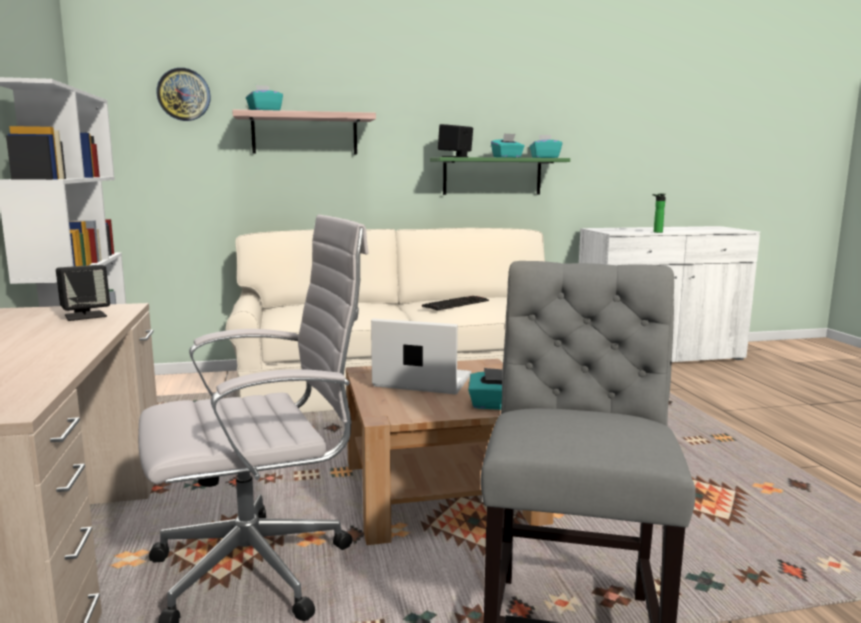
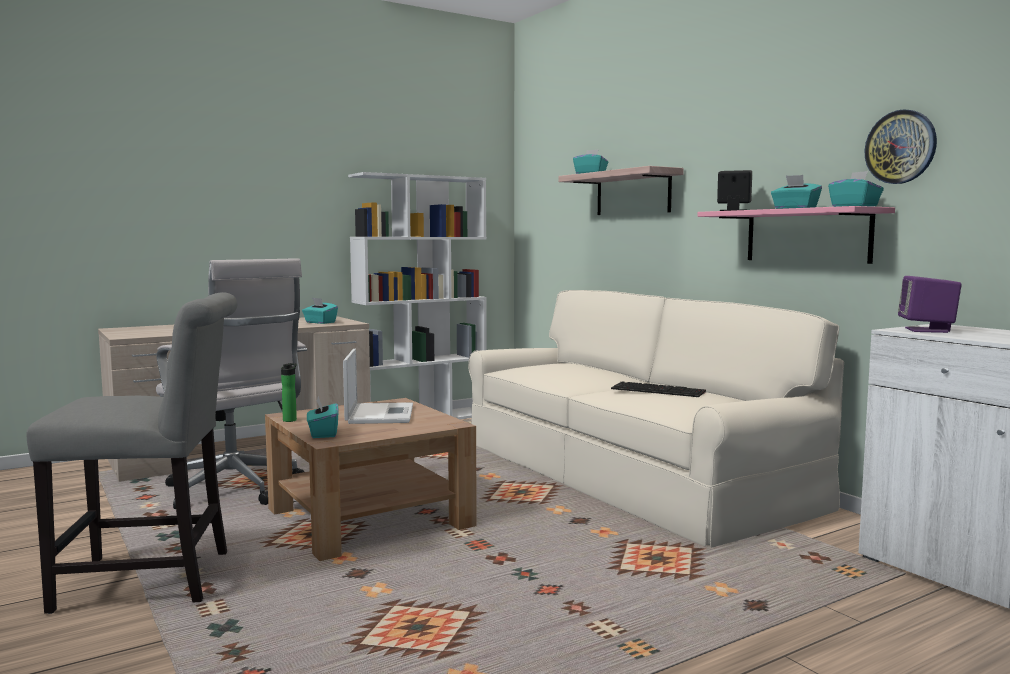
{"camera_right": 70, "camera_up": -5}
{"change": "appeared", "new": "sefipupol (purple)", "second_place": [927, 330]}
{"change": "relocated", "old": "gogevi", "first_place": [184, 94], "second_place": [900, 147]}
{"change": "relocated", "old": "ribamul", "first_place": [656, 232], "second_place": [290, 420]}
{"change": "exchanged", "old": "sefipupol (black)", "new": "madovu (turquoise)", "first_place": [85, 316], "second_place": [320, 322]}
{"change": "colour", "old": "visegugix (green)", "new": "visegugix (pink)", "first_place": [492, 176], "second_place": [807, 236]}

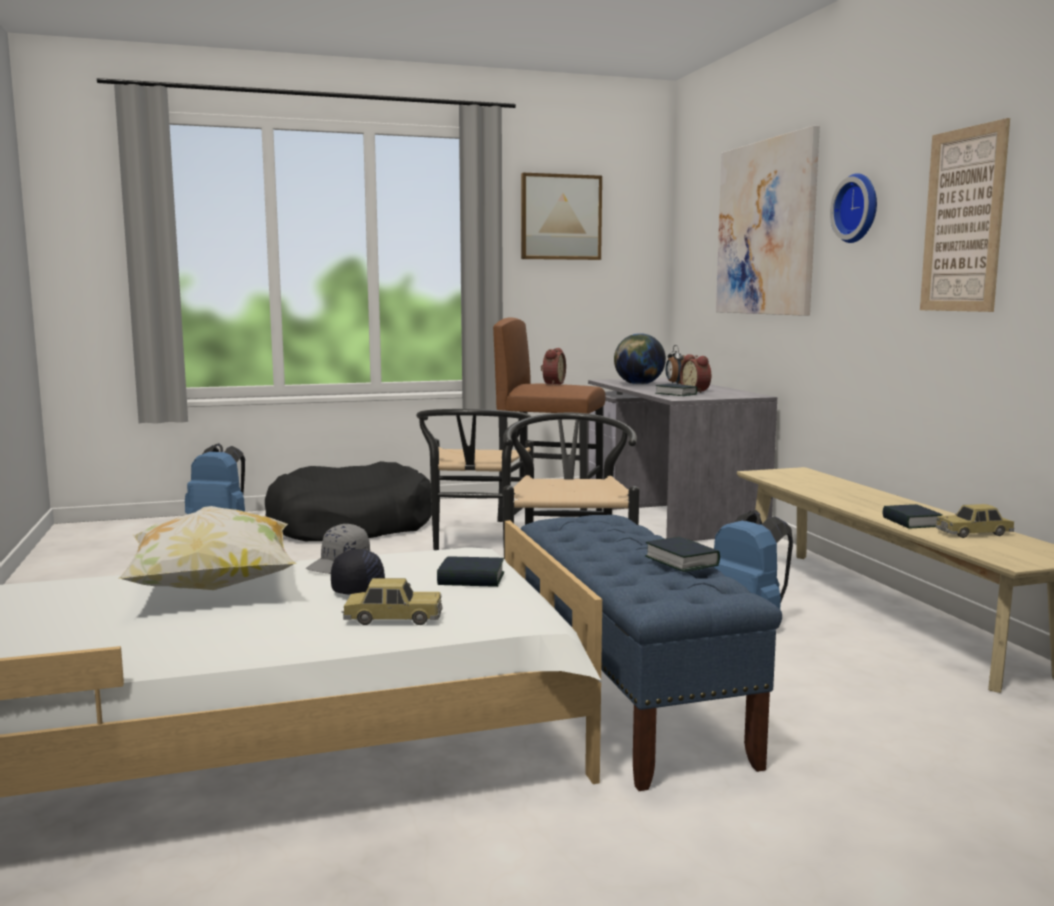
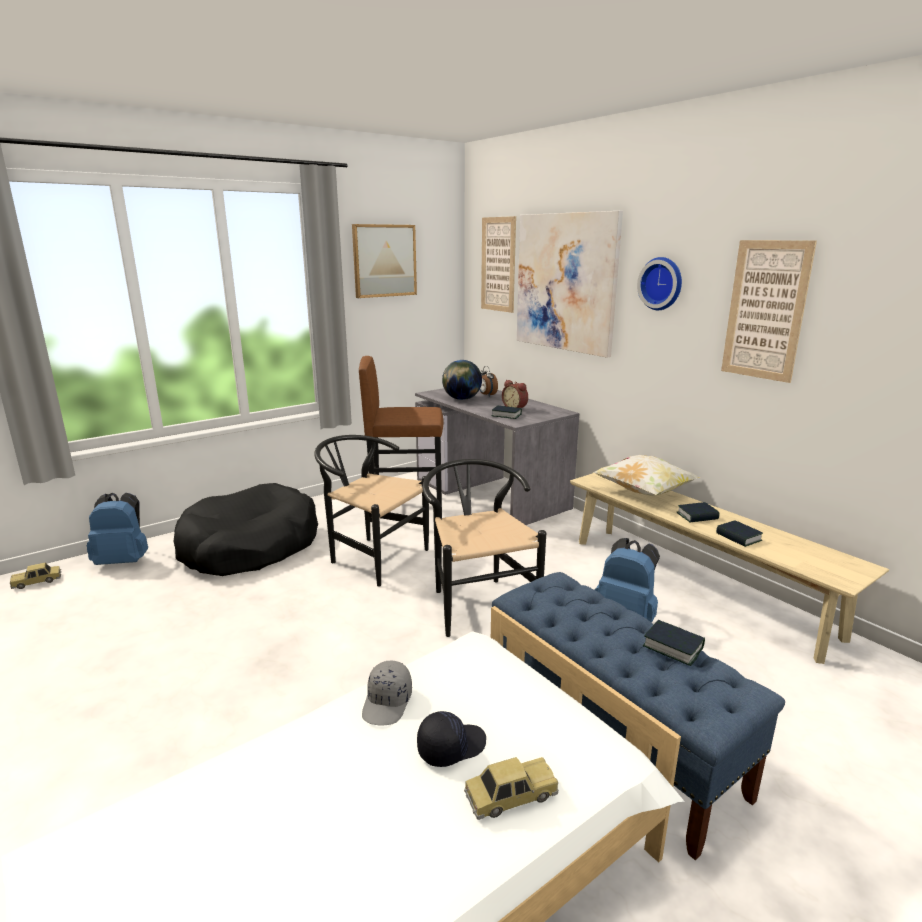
{"camera_right": -20, "camera_up": 10}
{"change": "missing", "old": "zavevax", "first_place": [552, 383]}
{"change": "appeared", "new": "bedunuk", "second_place": [498, 264]}
{"change": "relocated", "old": "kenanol", "first_place": [213, 588], "second_place": [643, 492]}
{"change": "relocated", "old": "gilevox", "first_place": [471, 579], "second_place": [697, 516]}
{"change": "relocated", "old": "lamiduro", "first_place": [974, 533], "second_place": [37, 582]}
{"change": "spun", "old": "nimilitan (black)", "first_place": [476, 545], "second_place": [371, 556], "degrees": 135}

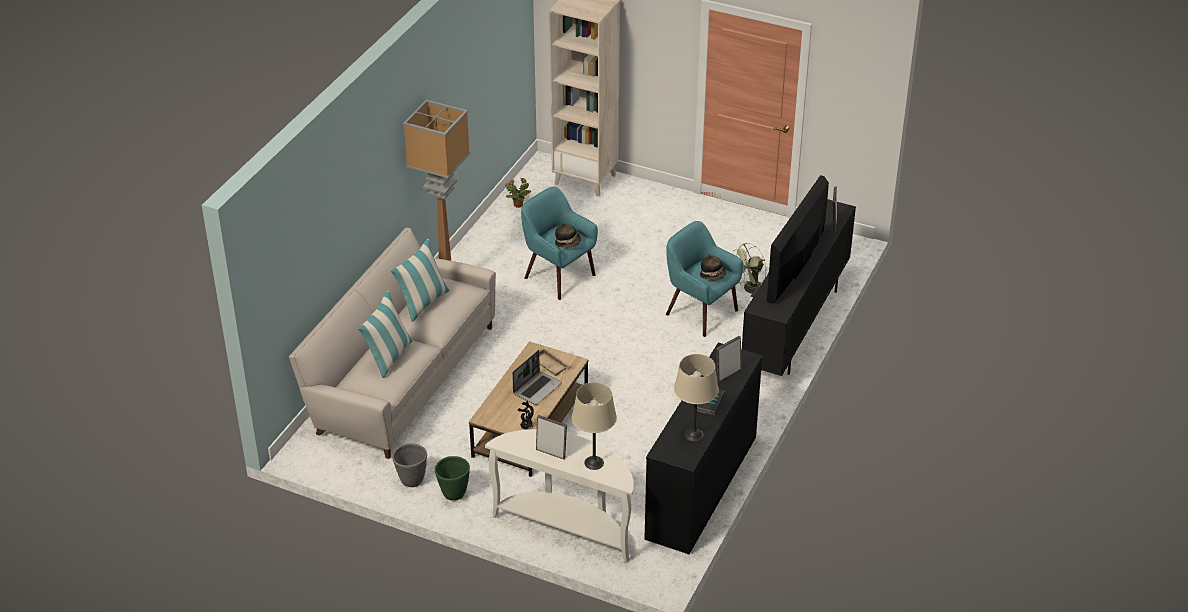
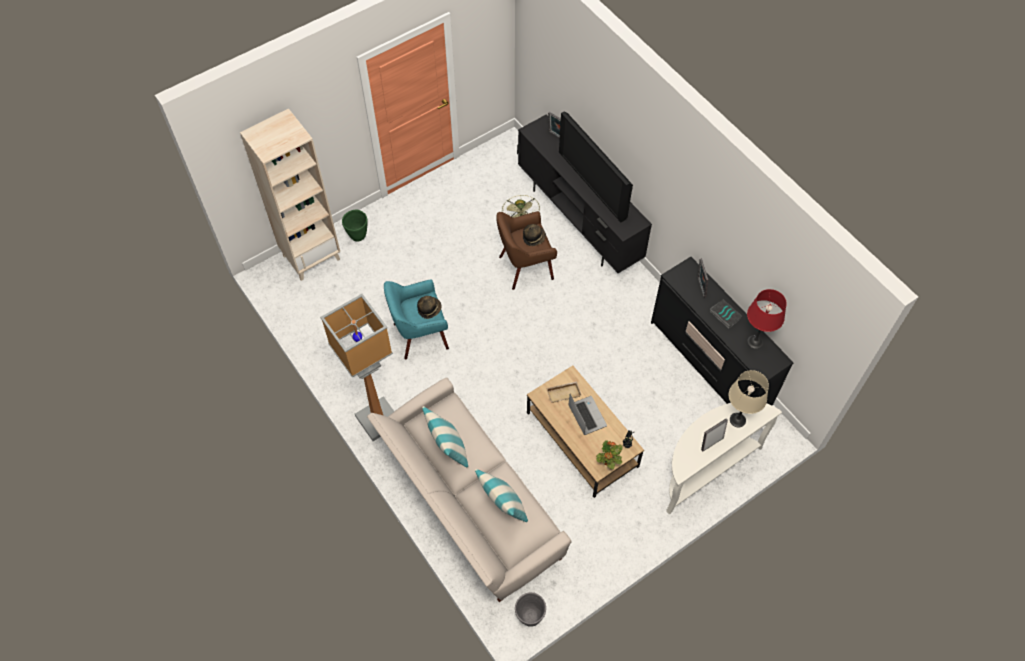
{"camera_right": -60, "camera_up": 20}
{"change": "relocated", "old": "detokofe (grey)", "first_place": [411, 481], "second_place": [530, 617]}
{"change": "relocated", "old": "detokofe (green)", "first_place": [453, 494], "second_place": [358, 236]}
{"change": "relocated", "old": "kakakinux", "first_place": [518, 205], "second_place": [608, 462]}
{"change": "colour", "old": "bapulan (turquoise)", "new": "bapulan (brown)", "first_place": [700, 312], "second_place": [525, 267]}
{"change": "colour", "old": "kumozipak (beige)", "new": "kumozipak (red)", "first_place": [694, 435], "second_place": [755, 342]}

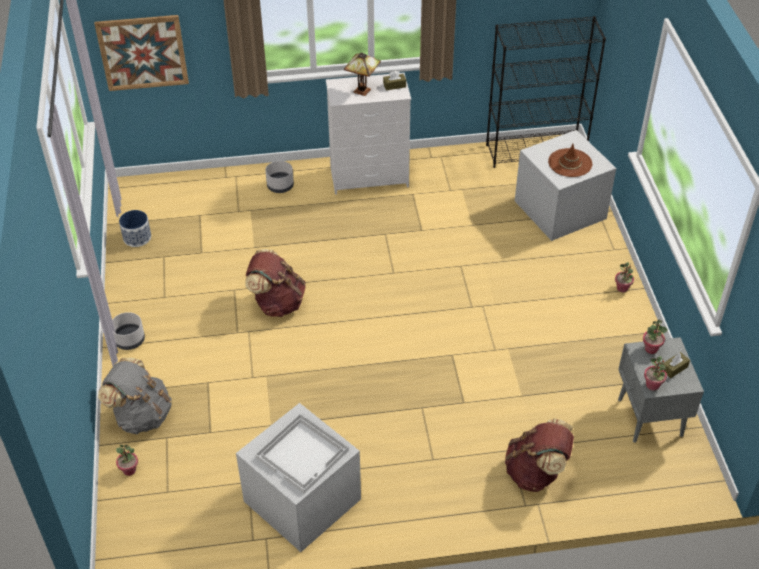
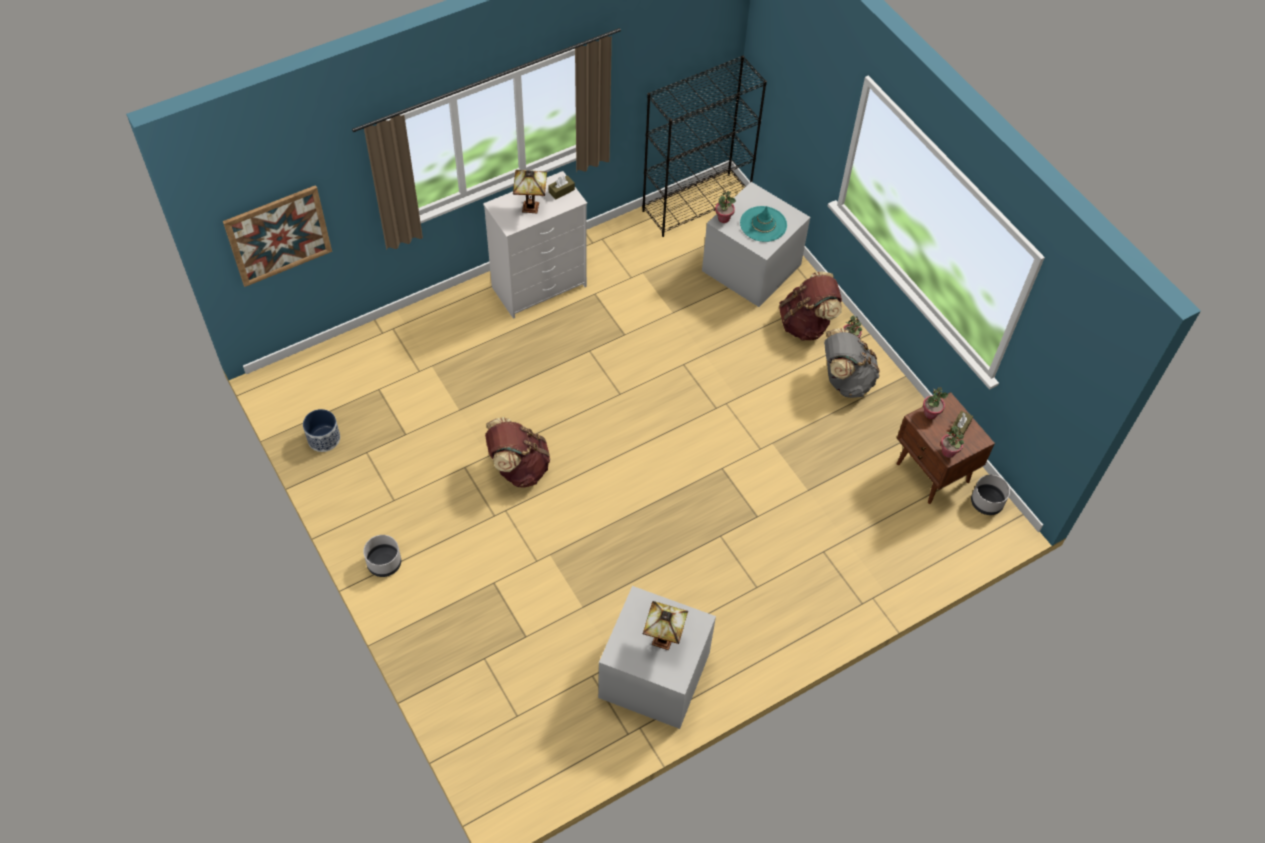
{"camera_right": -25, "camera_up": 10}
{"change": "relocated", "old": "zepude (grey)", "first_place": [142, 415], "second_place": [845, 380]}
{"change": "relocated", "old": "kakakinux", "first_place": [129, 470], "second_place": [723, 218]}
{"change": "relocated", "old": "detokofe (grey)", "first_place": [280, 186], "second_place": [986, 503]}
{"change": "relocated", "old": "zepude (brown)", "first_place": [536, 473], "second_place": [806, 324]}
{"change": "exchanged", "old": "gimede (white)", "new": "kumozipak", "first_place": [303, 454], "second_place": [664, 639]}
{"change": "colour", "old": "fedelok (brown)", "new": "fedelok (turquoise)", "first_place": [570, 163], "second_place": [763, 224]}
{"change": "colour", "old": "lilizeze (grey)", "new": "lilizeze (brown)", "first_place": [649, 418], "second_place": [933, 473]}

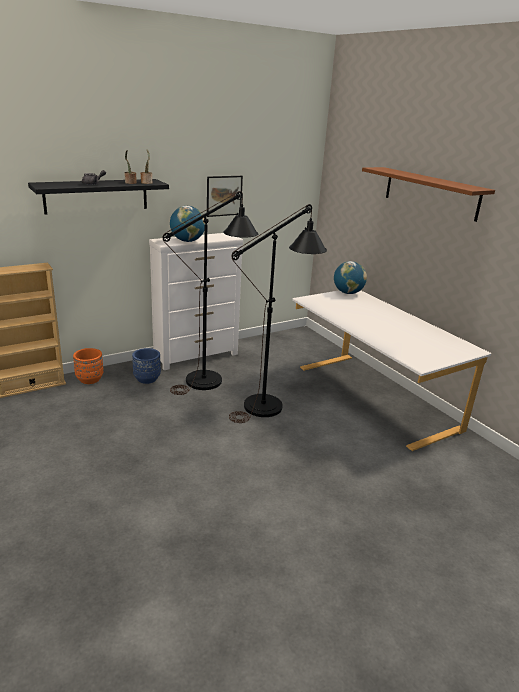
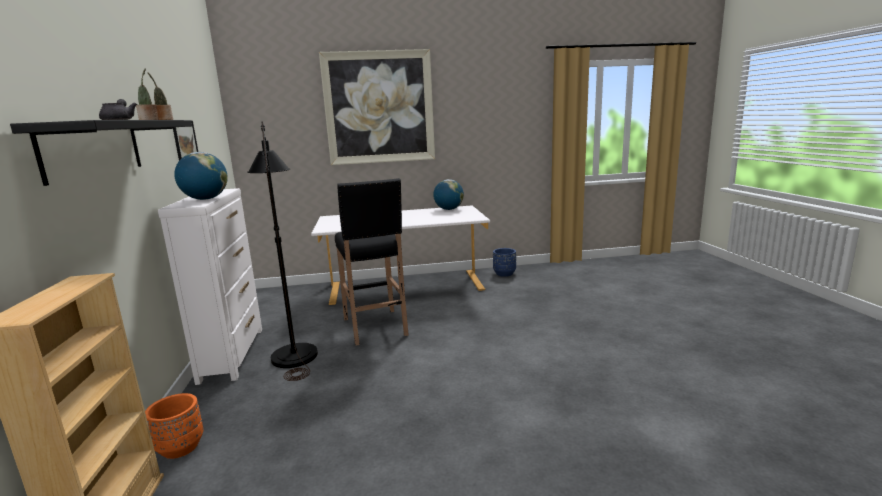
{"camera_right": -65, "camera_up": -10}
{"change": "relocated", "old": "detokofe (blue)", "first_place": [147, 379], "second_place": [504, 274]}
{"change": "relocated", "old": "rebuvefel", "first_place": [348, 293], "second_place": [449, 209]}
{"change": "exchanged", "old": "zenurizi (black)", "new": "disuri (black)", "first_place": [271, 403], "second_place": [375, 327]}
{"change": "exchanged", "old": "visegugix (brown)", "new": "bedunuk", "first_place": [430, 193], "second_place": [379, 108]}

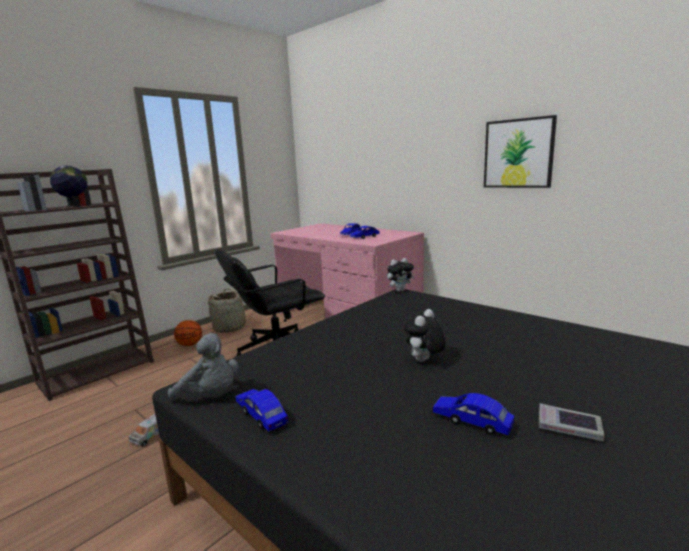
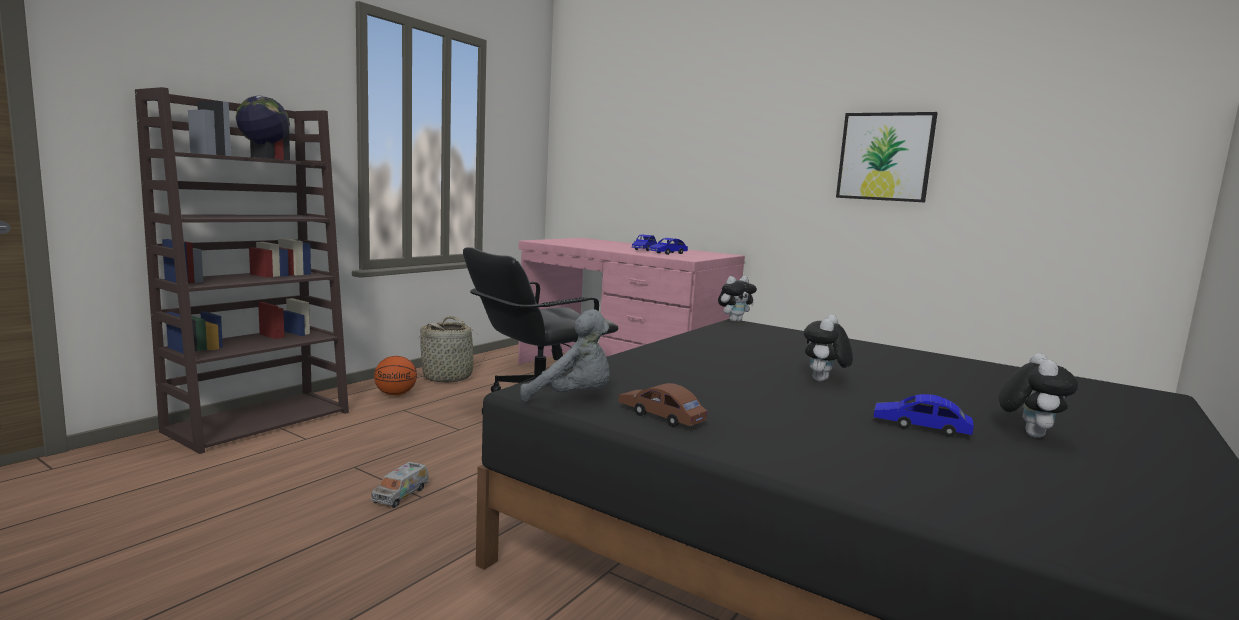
{"camera_right": -10, "camera_up": -5}
{"change": "exchanged", "old": "gilevox", "new": "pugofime", "first_place": [569, 427], "second_place": [1028, 434]}
{"change": "colour", "old": "lamiduro (blue)", "new": "lamiduro (brown)", "first_place": [261, 415], "second_place": [660, 416]}

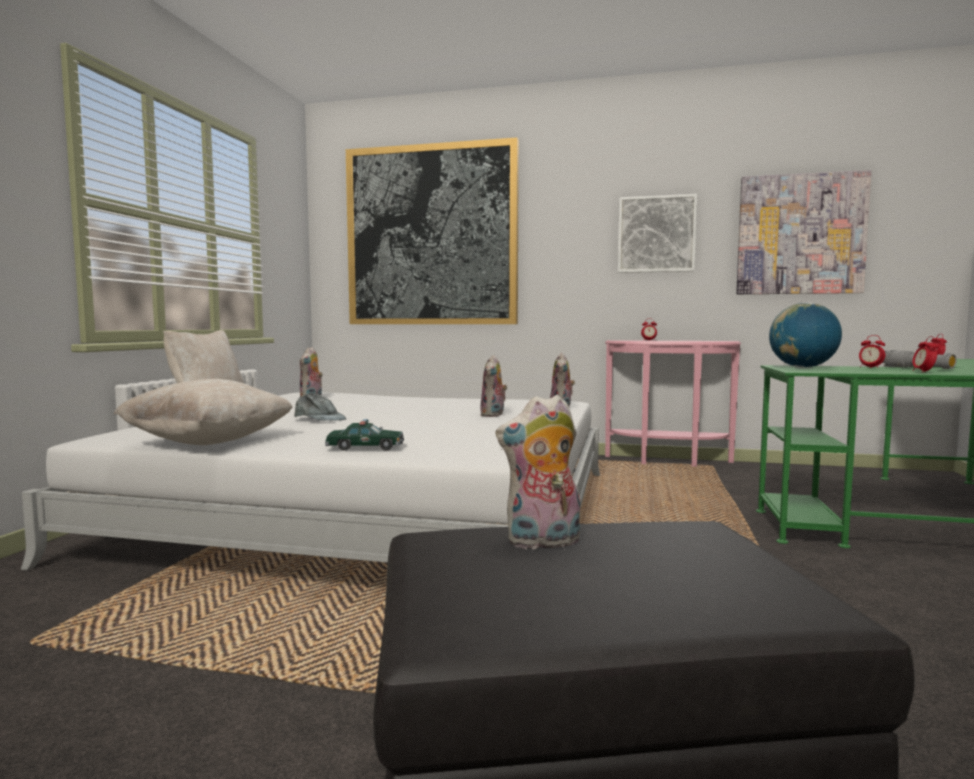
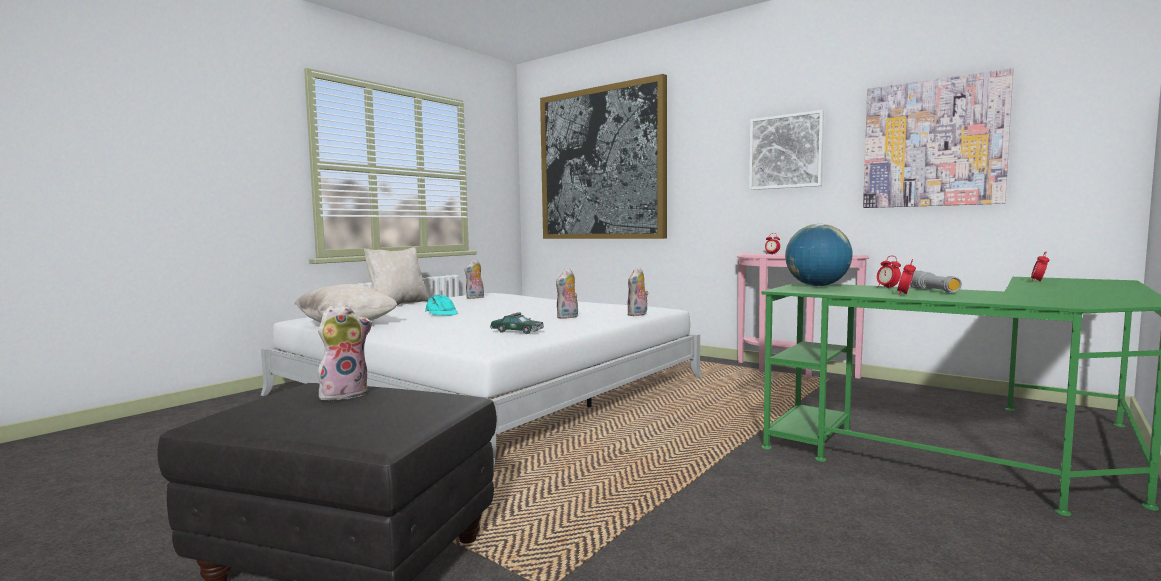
{"camera_right": 25, "camera_up": 0}
{"change": "relocated", "old": "lamiduro", "first_place": [365, 447], "second_place": [517, 331]}
{"change": "colour", "old": "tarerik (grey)", "new": "tarerik (turquoise)", "first_place": [319, 418], "second_place": [441, 313]}
{"change": "spun", "old": "pugofime", "first_place": [542, 543], "second_place": [345, 394], "degrees": 135}

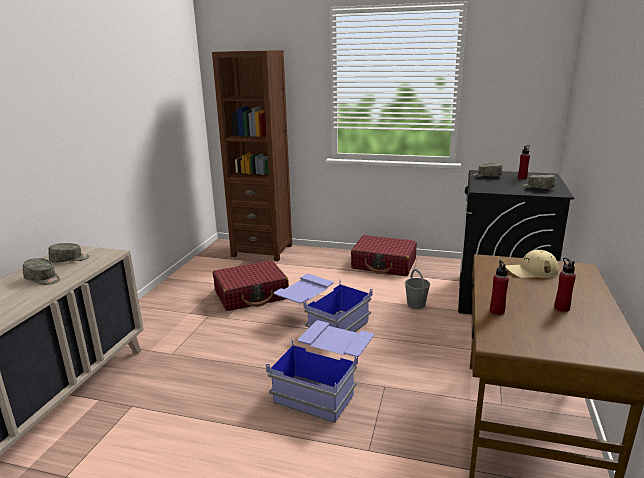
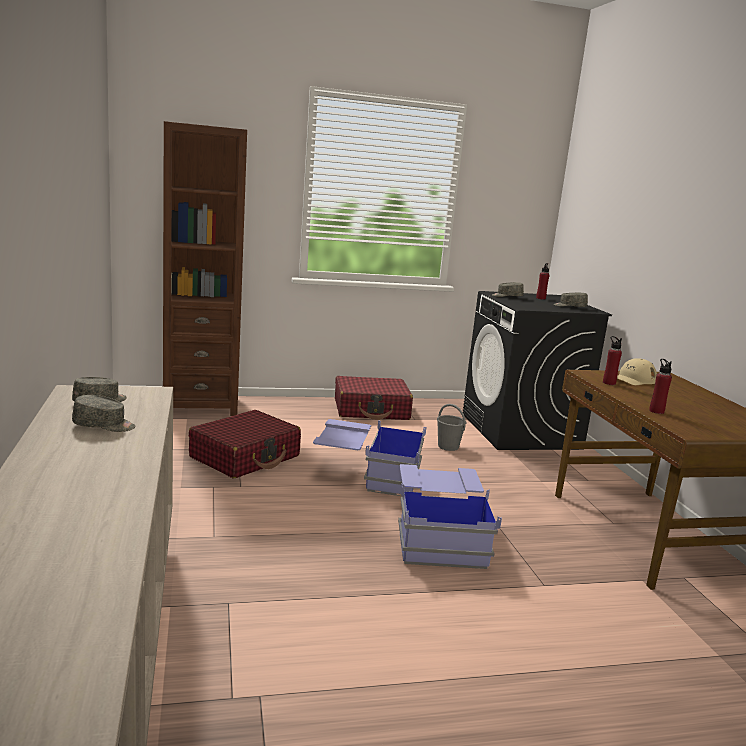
{"camera_right": -30, "camera_up": -5}
{"change": "relocated", "old": "ribamul (red)", "first_place": [561, 308], "second_place": [609, 383]}

